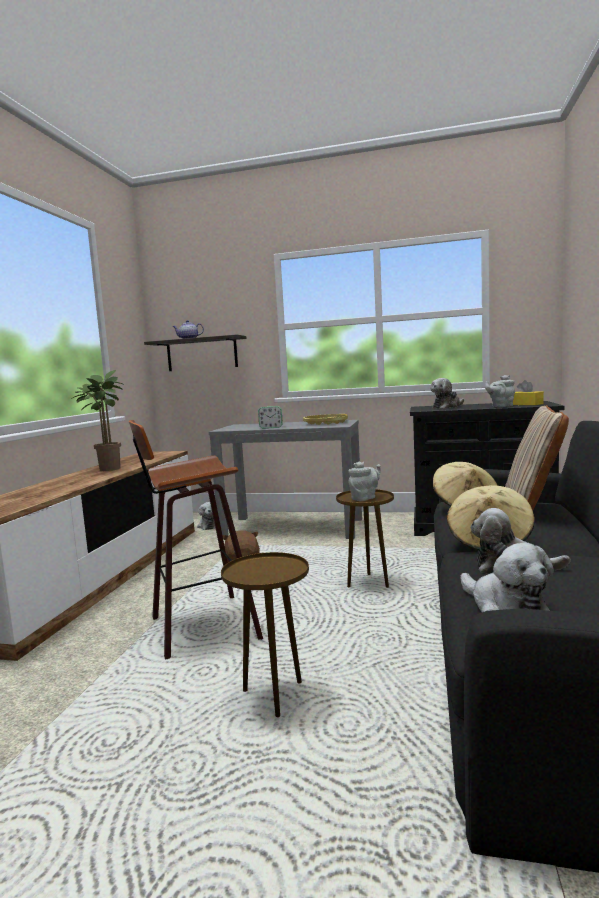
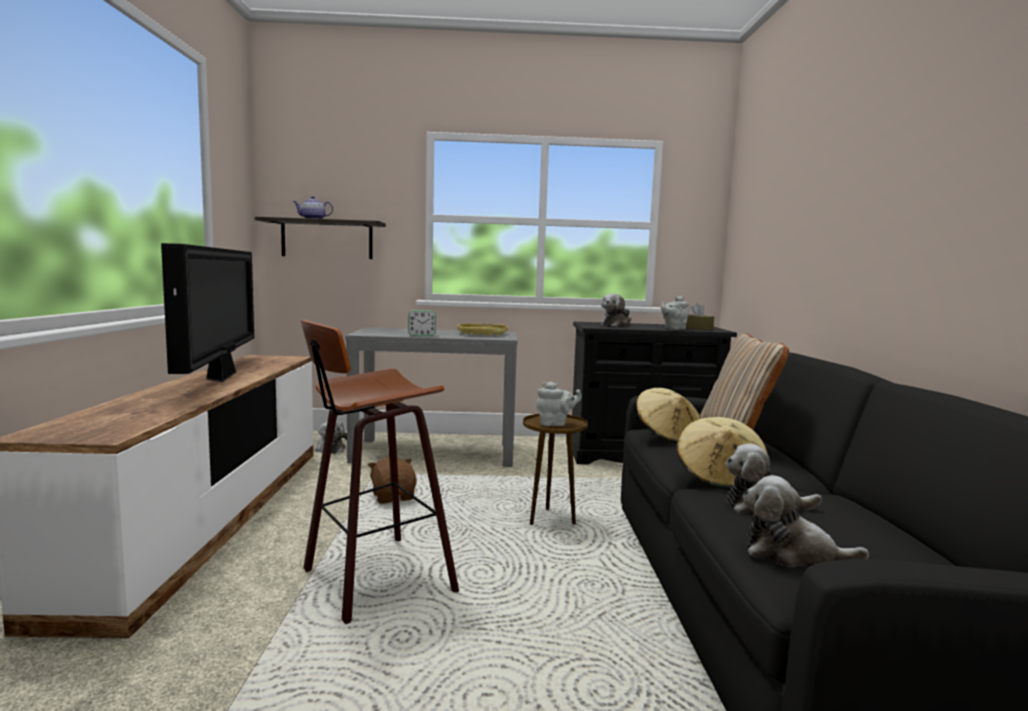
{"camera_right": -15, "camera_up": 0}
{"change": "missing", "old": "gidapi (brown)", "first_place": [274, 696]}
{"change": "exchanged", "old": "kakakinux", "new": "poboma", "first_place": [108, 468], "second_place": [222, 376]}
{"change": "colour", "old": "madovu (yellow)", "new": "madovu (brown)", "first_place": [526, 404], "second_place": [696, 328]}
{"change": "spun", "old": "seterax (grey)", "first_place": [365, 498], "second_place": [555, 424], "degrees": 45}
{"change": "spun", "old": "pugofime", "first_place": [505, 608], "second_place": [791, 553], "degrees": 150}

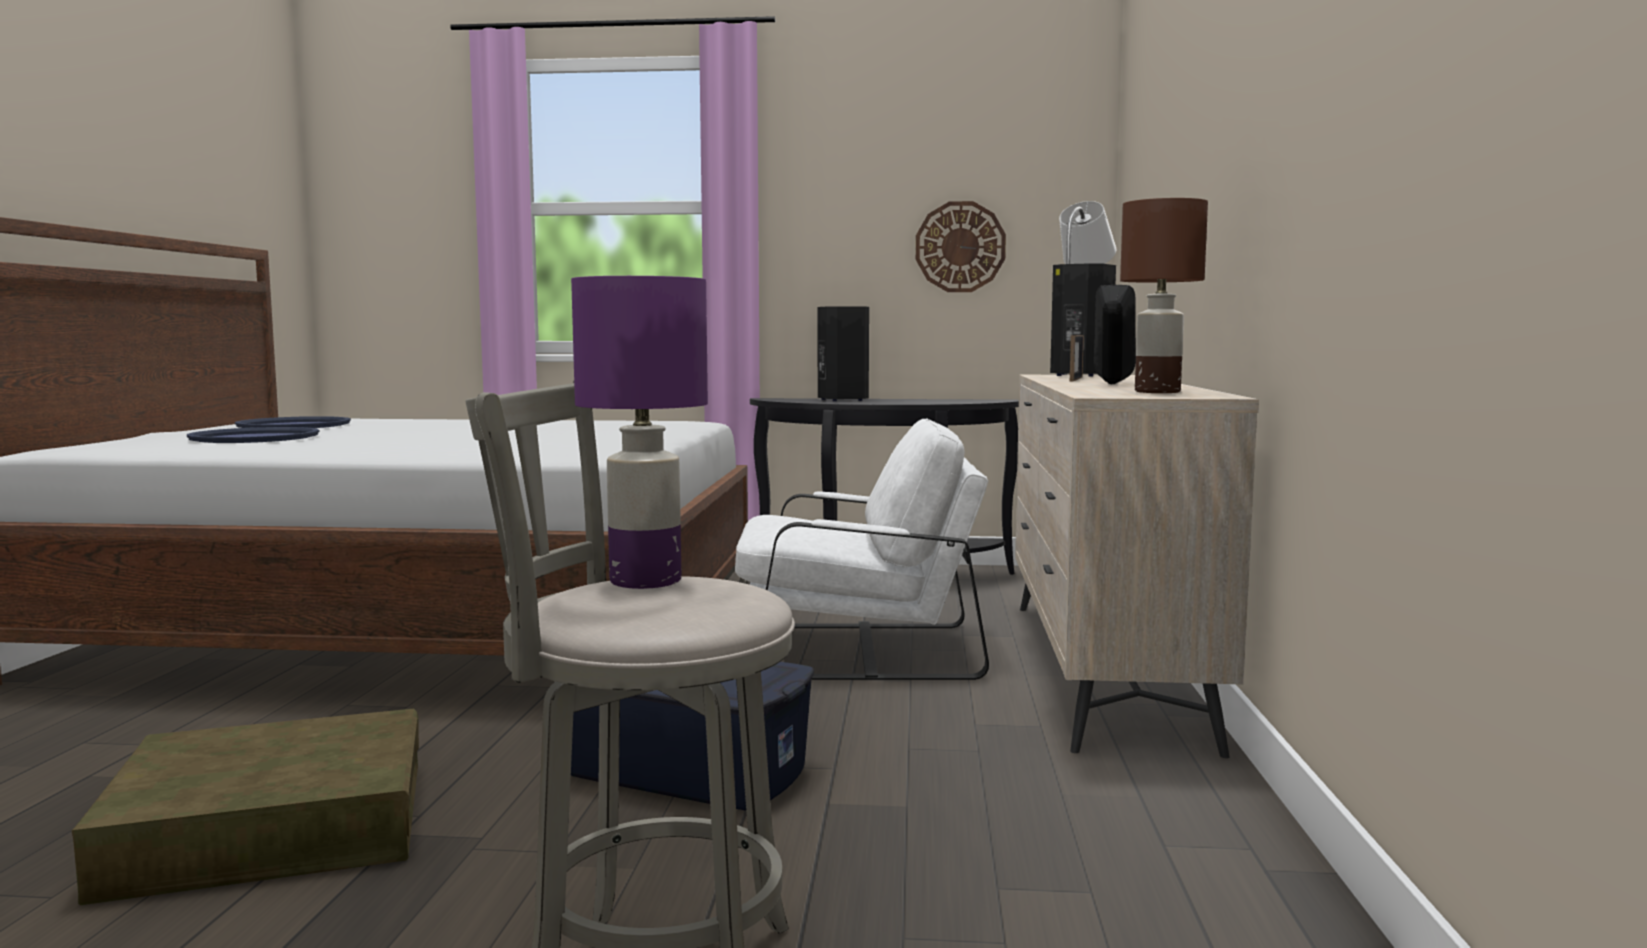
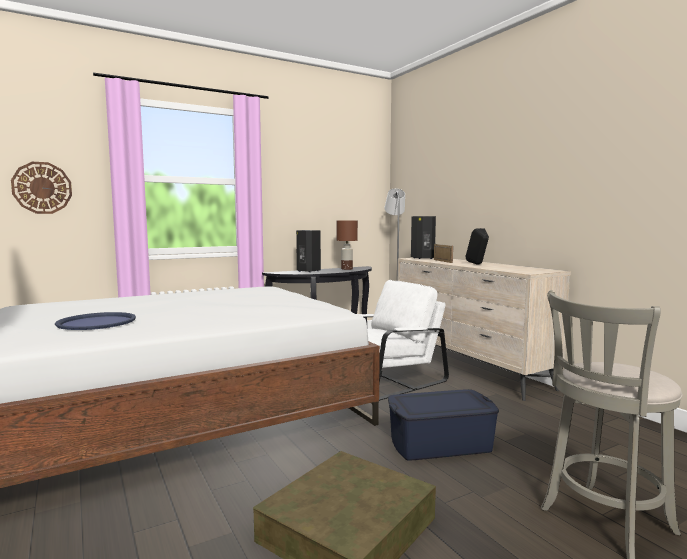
{"camera_right": -35, "camera_up": 0}
{"change": "missing", "old": "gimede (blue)", "first_place": [293, 425]}
{"change": "missing", "old": "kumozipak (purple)", "first_place": [645, 582]}
{"change": "relocated", "old": "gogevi", "first_place": [960, 247], "second_place": [42, 188]}
{"change": "relocated", "old": "kumozipak (brown)", "first_place": [1157, 392], "second_place": [346, 269]}

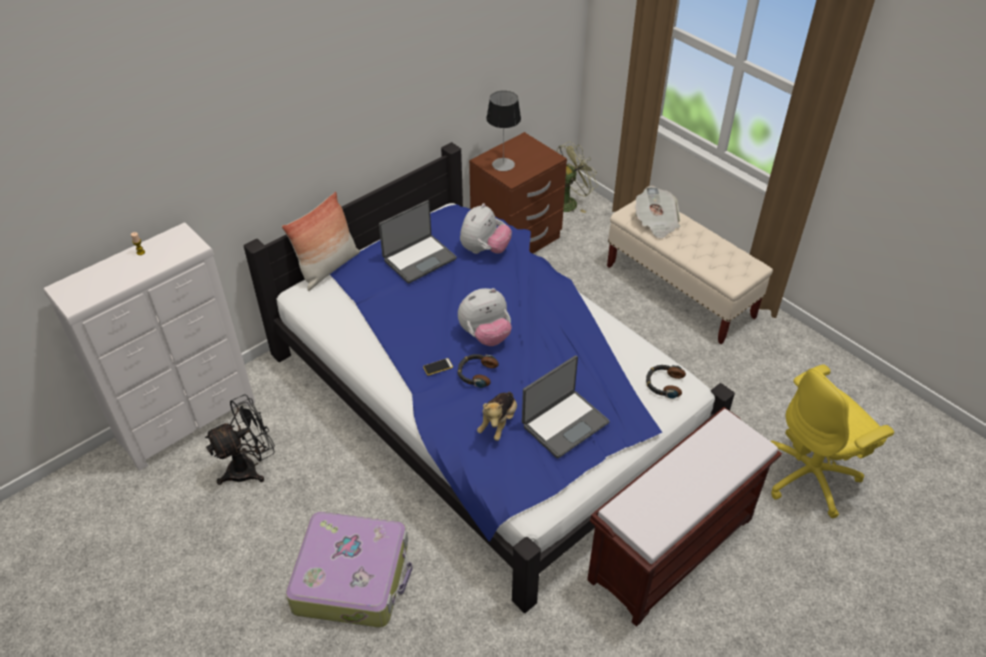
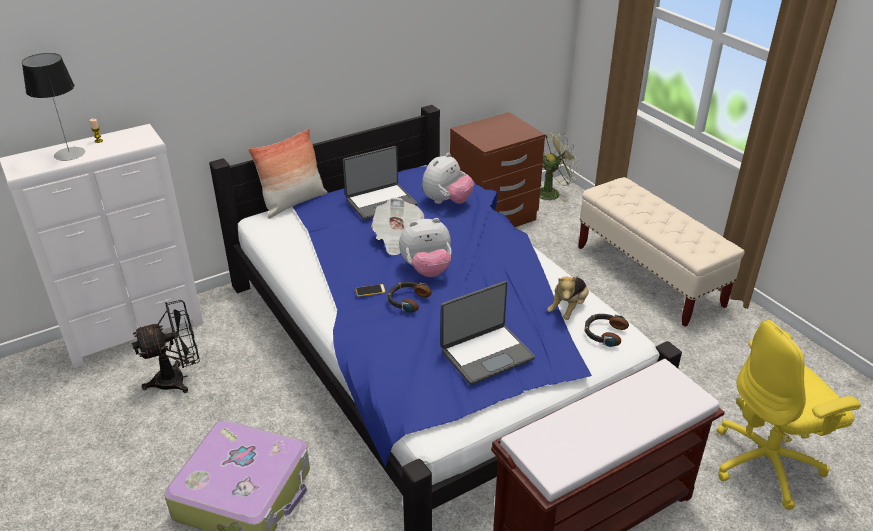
{"camera_right": 10, "camera_up": -10}
{"change": "relocated", "old": "pugofime", "first_place": [498, 422], "second_place": [568, 308]}
{"change": "relocated", "old": "kumozipak", "first_place": [503, 164], "second_place": [69, 154]}
{"change": "relocated", "old": "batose", "first_place": [656, 223], "second_place": [398, 239]}

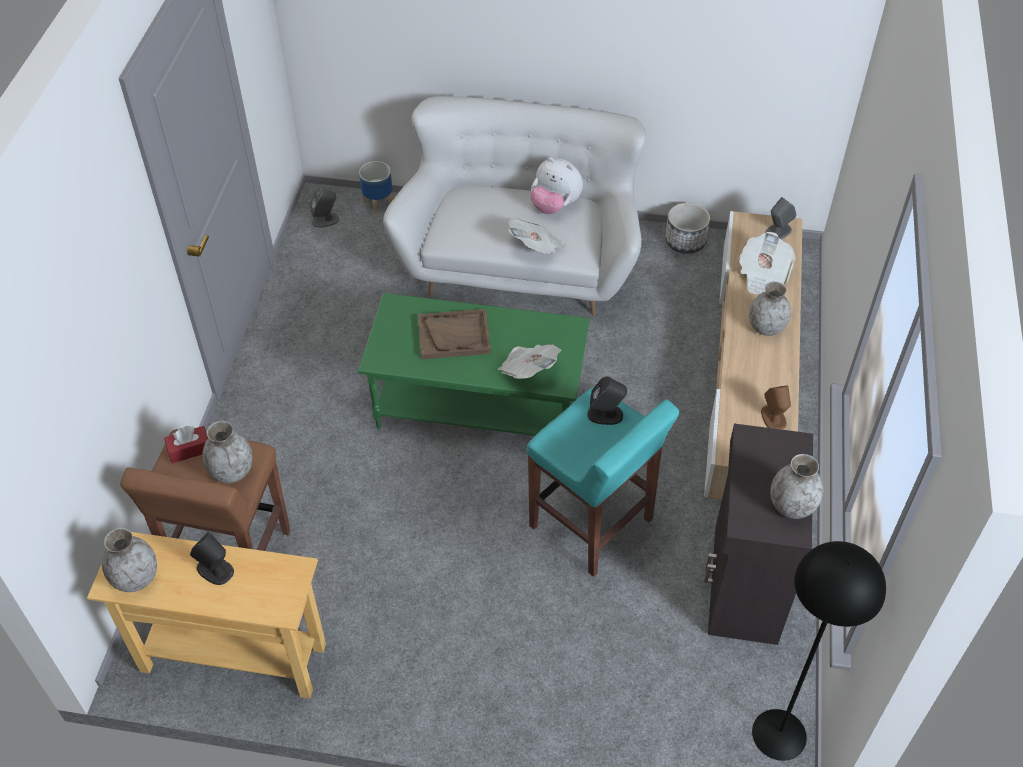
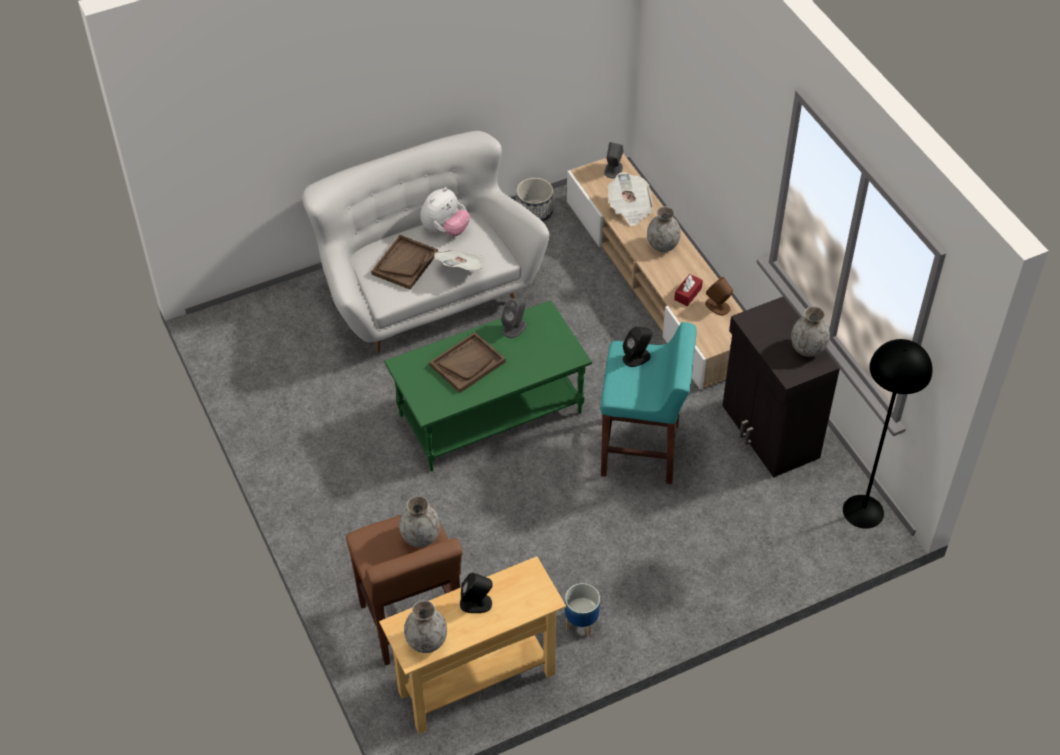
{"camera_right": -35, "camera_up": 0}
{"change": "missing", "old": "batose", "first_place": [528, 370]}
{"change": "appeared", "new": "gimede (brown)", "second_place": [405, 263]}
{"change": "relocated", "old": "madovu (red)", "first_place": [189, 449], "second_place": [688, 294]}
{"change": "relocated", "old": "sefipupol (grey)", "first_place": [325, 220], "second_place": [514, 327]}
{"change": "relocated", "old": "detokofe", "first_place": [378, 203], "second_place": [581, 622]}
{"change": "spun", "old": "pugofime", "first_place": [555, 206], "second_place": [445, 230], "degrees": -45}

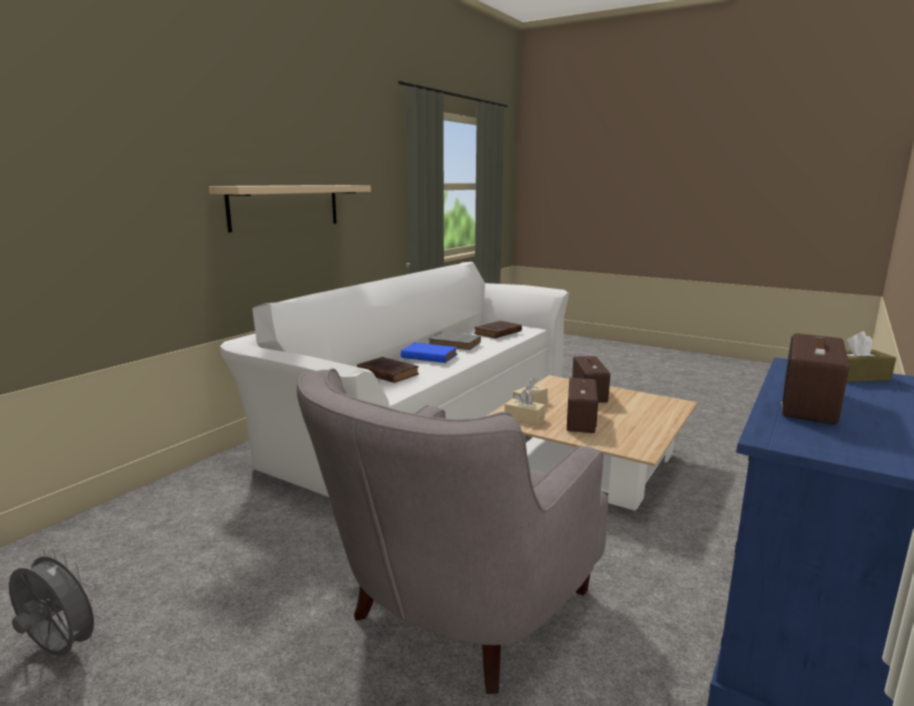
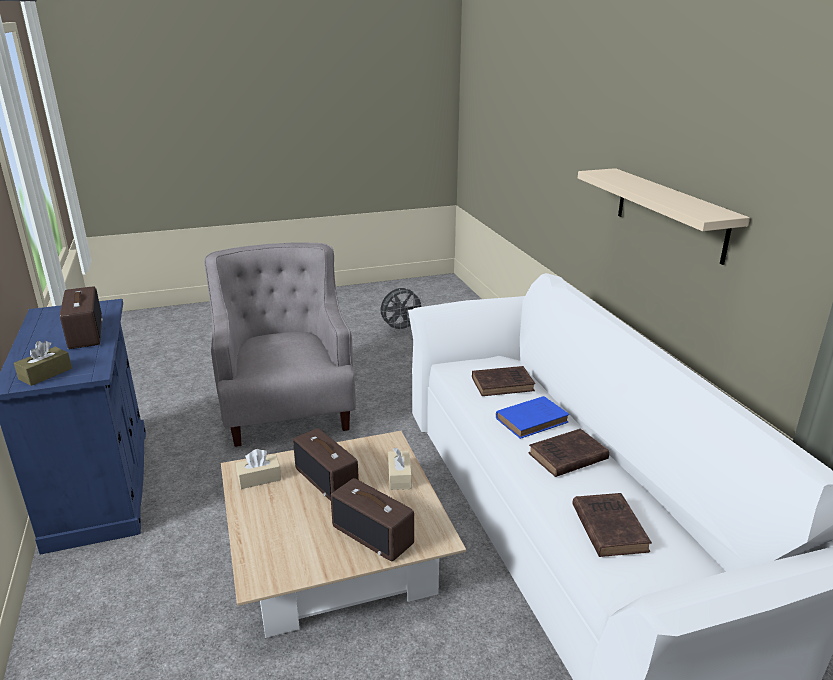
{"camera_right": 130, "camera_up": 10}
{"change": "relocated", "old": "madovu (beige)", "first_place": [524, 418], "second_place": [259, 478]}
{"change": "colour", "old": "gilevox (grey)", "new": "gilevox (brown)", "first_place": [456, 344], "second_place": [566, 457]}

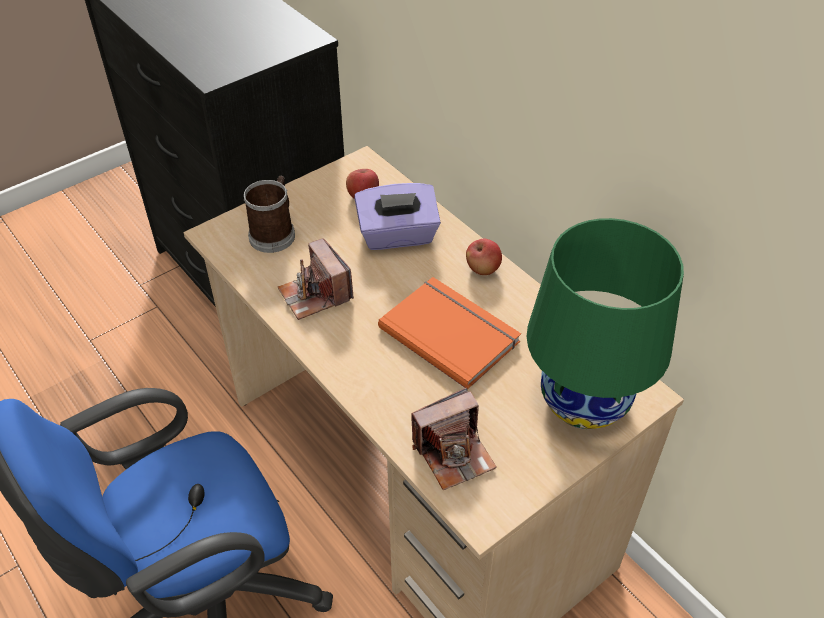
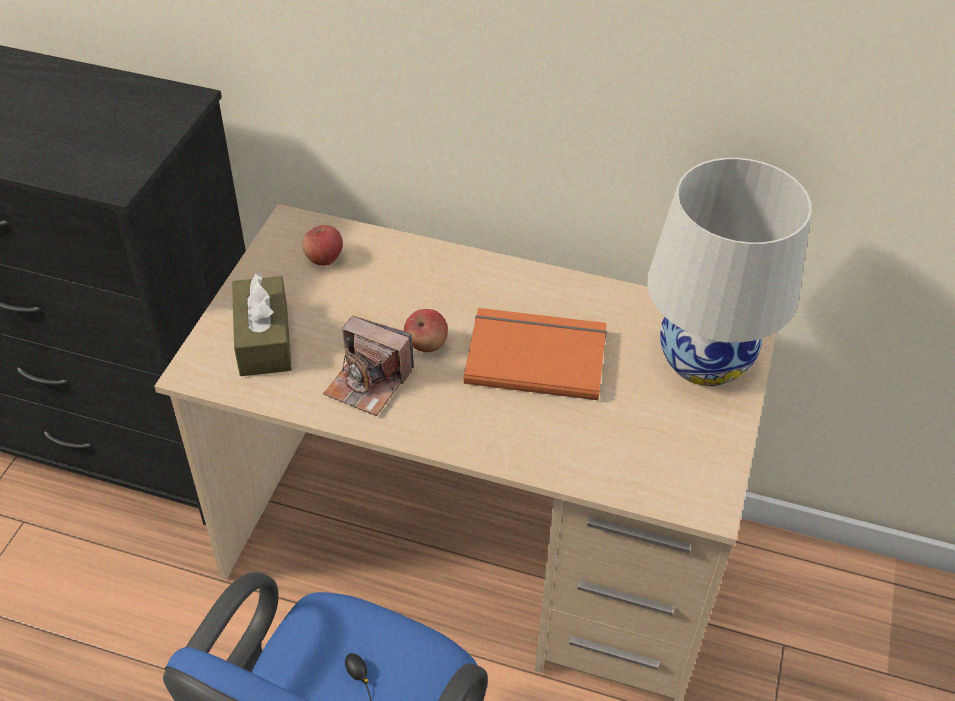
{"camera_right": -35, "camera_up": 0}
{"change": "missing", "old": "madovu (purple)", "first_place": [398, 236]}
{"change": "missing", "old": "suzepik", "first_place": [453, 453]}
{"change": "relocated", "old": "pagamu", "first_place": [483, 269], "second_place": [426, 345]}
{"change": "exchanged", "old": "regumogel", "new": "madovu (brown)", "first_place": [275, 233], "second_place": [264, 339]}
{"change": "colour", "old": "kumozipak (green)", "new": "kumozipak (white)", "first_place": [584, 401], "second_place": [704, 359]}

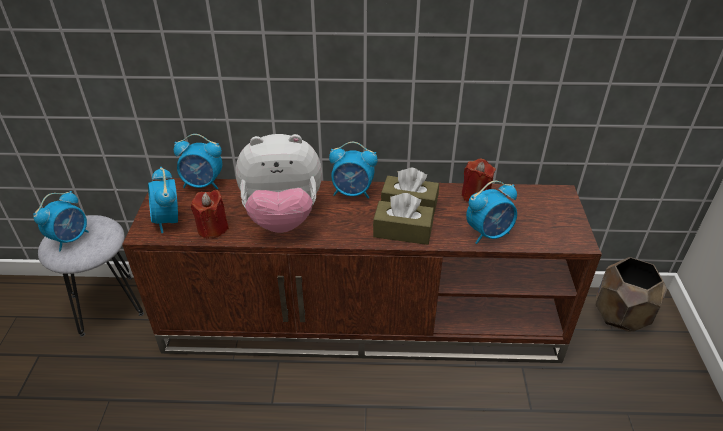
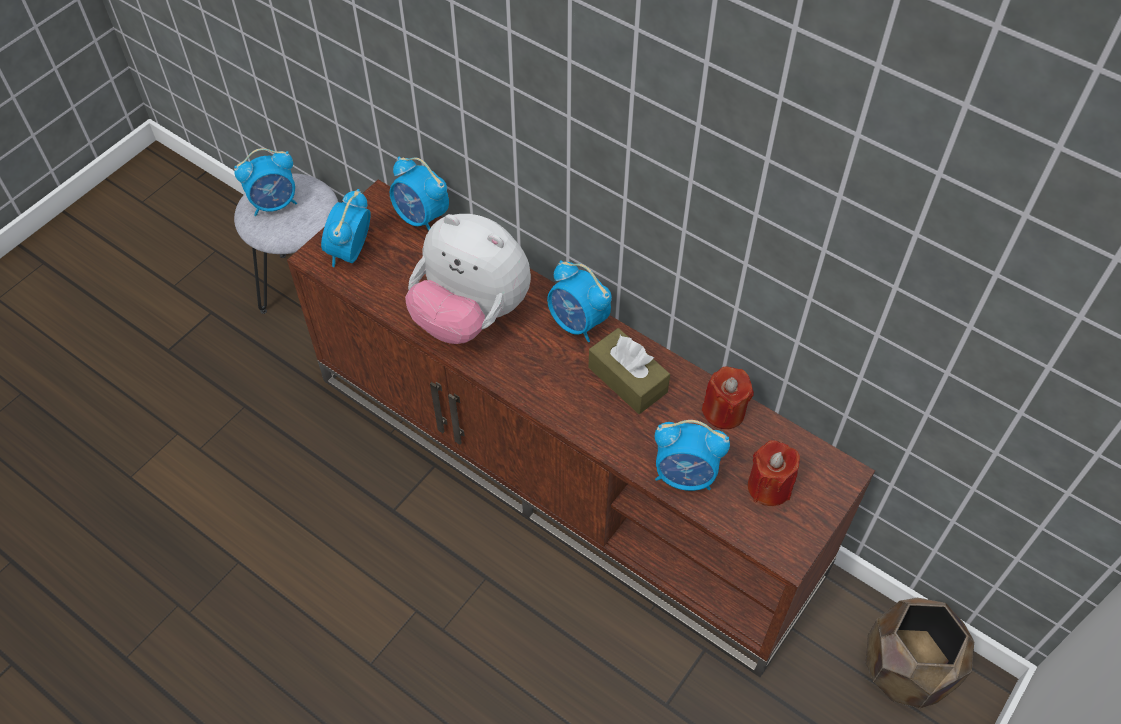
{"camera_right": 35, "camera_up": 15}
{"change": "missing", "old": "madovu (brown)", "first_place": [402, 231]}
{"change": "relocated", "old": "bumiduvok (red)", "first_place": [213, 228], "second_place": [769, 487]}

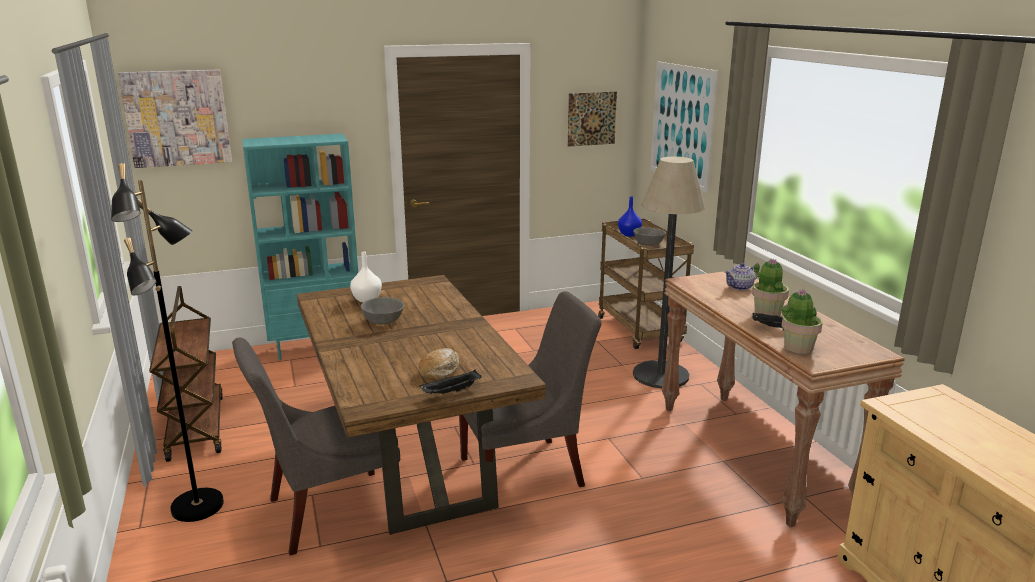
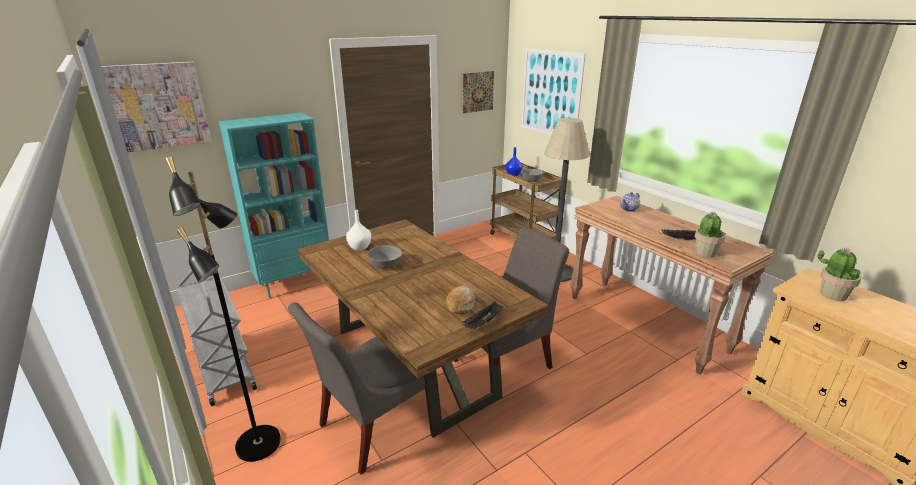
{"camera_right": -15, "camera_up": 5}
{"change": "relocated", "old": "kakakinux", "first_place": [767, 313], "second_place": [832, 294]}
{"change": "colour", "old": "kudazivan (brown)", "new": "kudazivan (grey)", "first_place": [195, 427], "second_place": [223, 368]}

